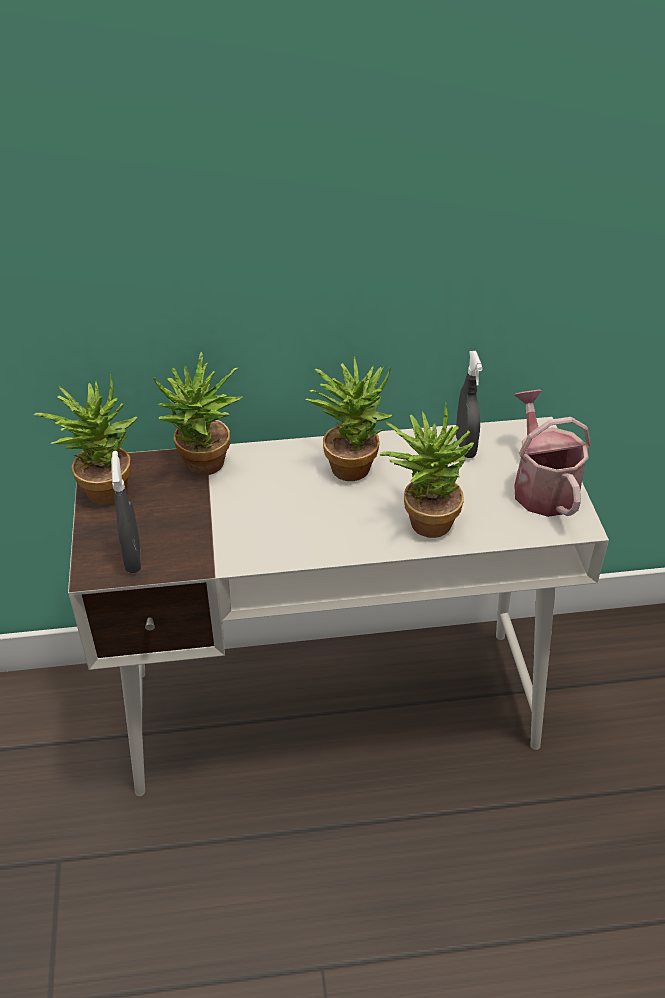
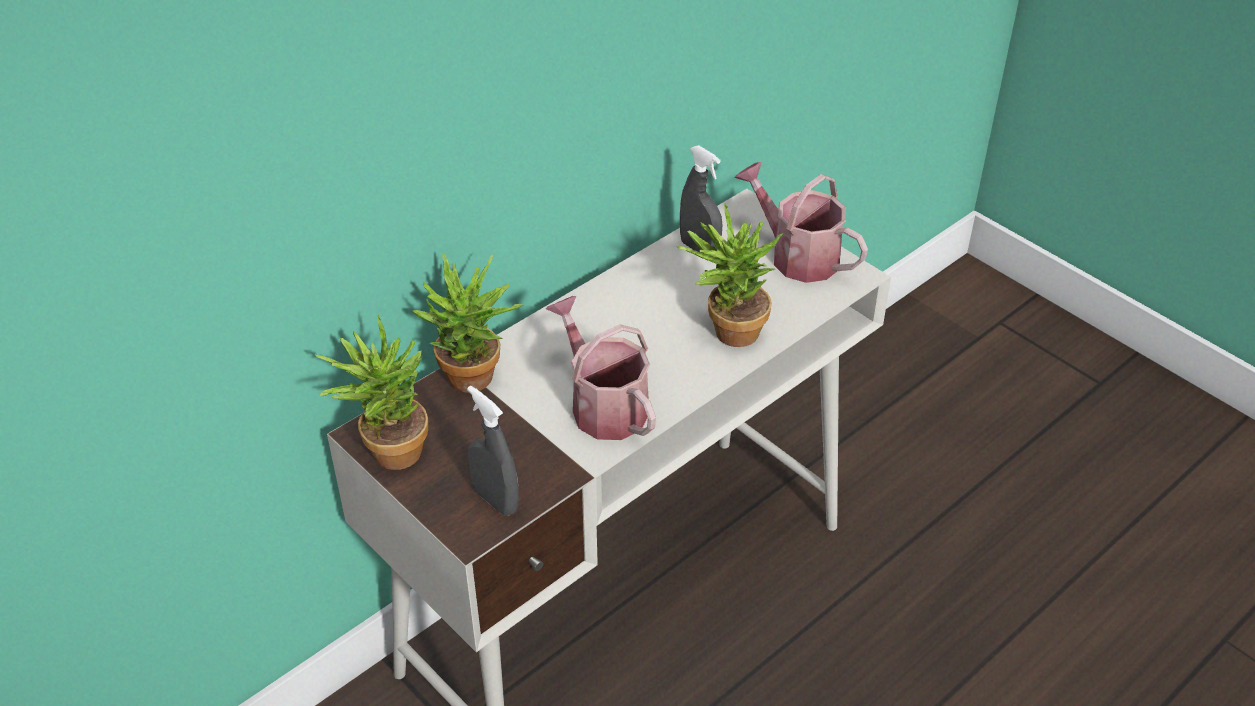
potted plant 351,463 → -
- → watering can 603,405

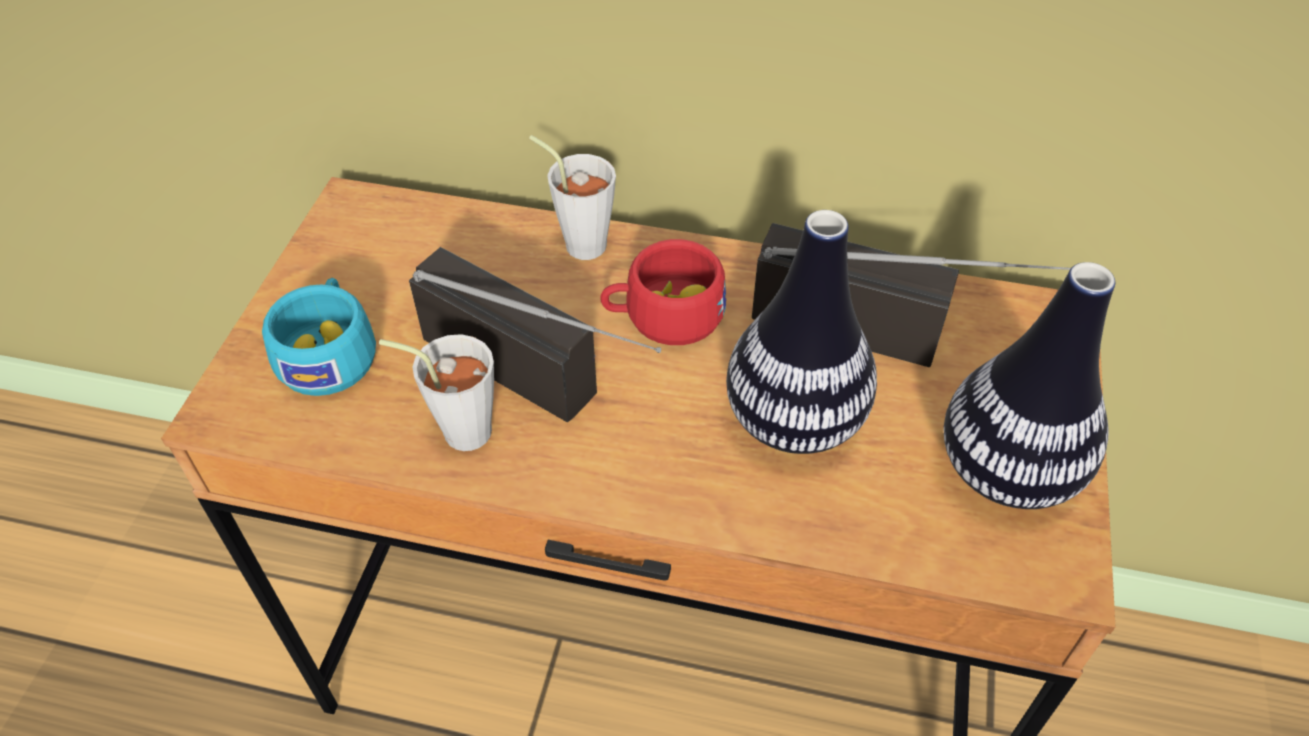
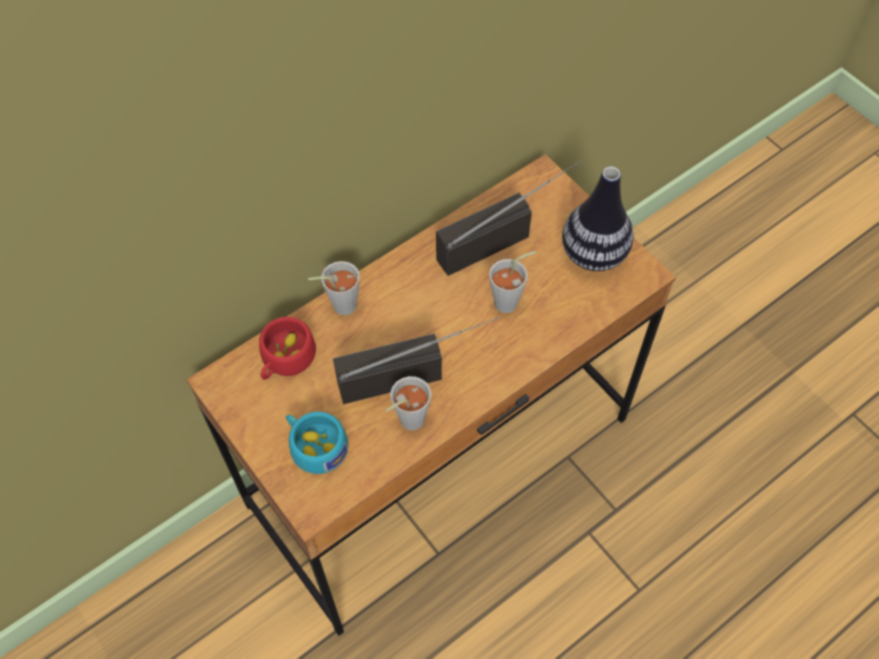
red cup 663,316 → red cup 285,360, move
vase 794,420 → grey cup 511,301

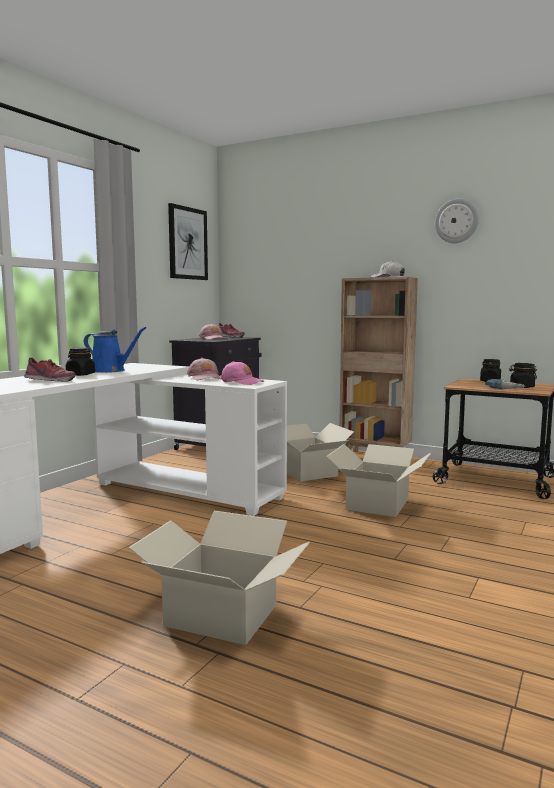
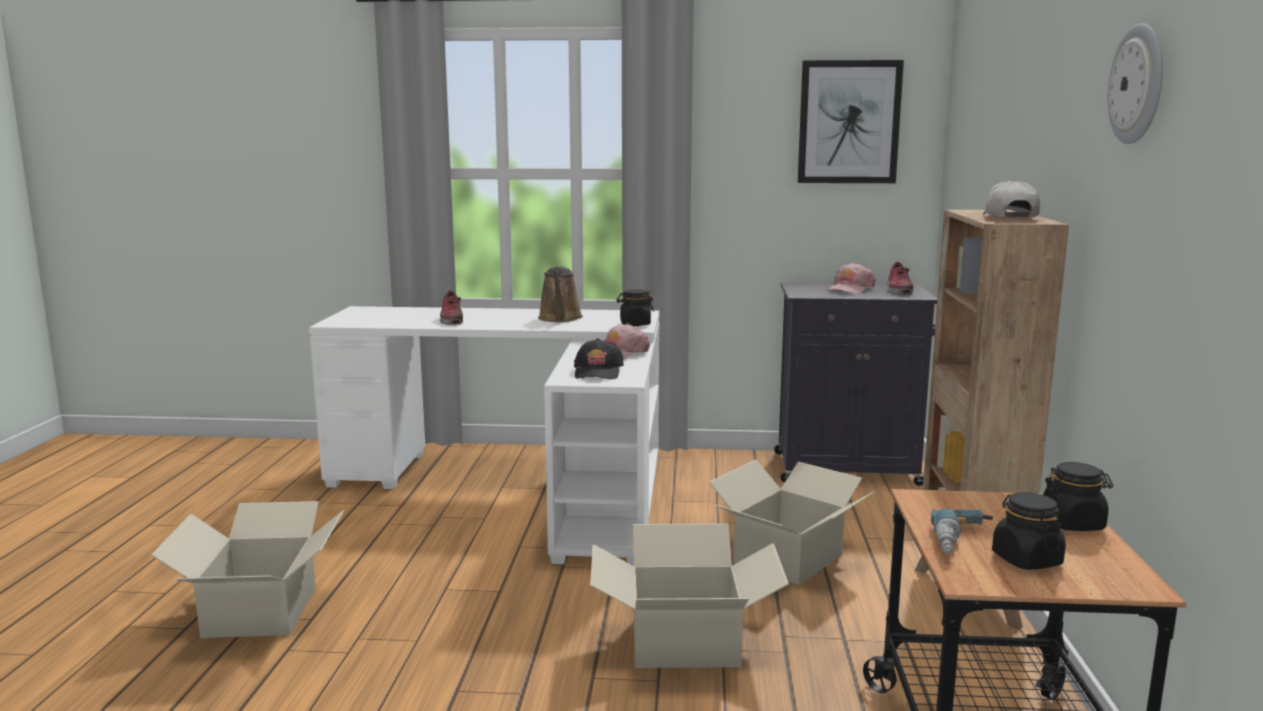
black jar 80,374 → black jar 635,324, move
blue watering can 110,370 → brown watering can 560,318
pink cap 241,382 → black cap 598,372

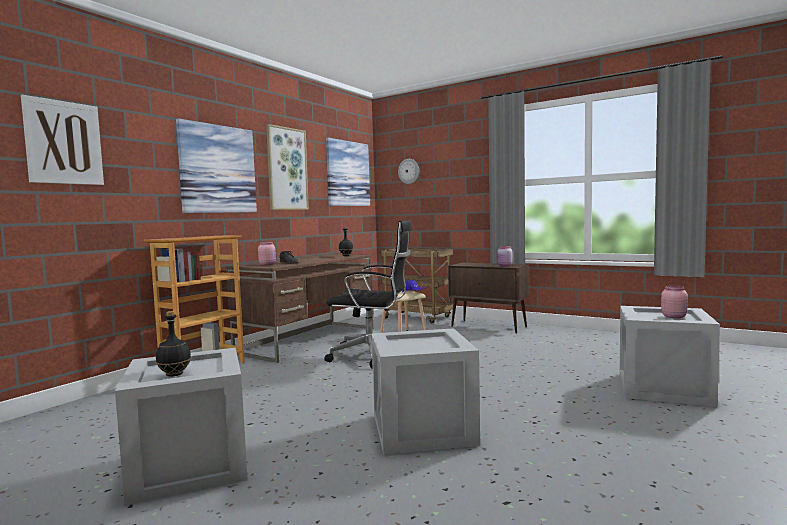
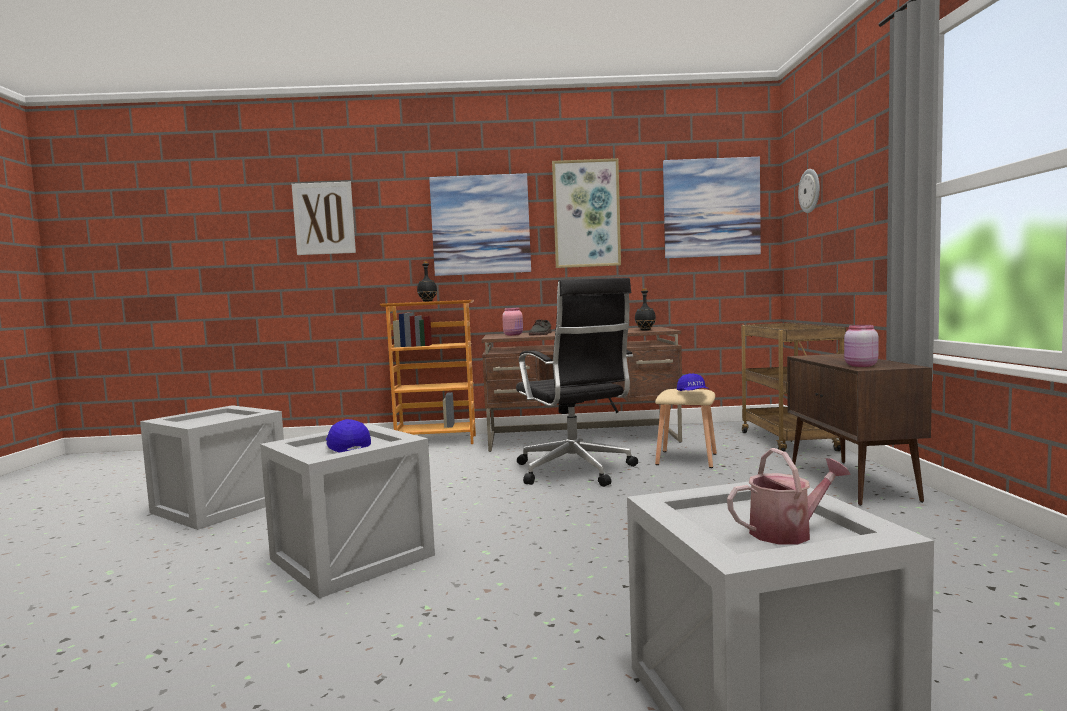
- → blue cap 347,447
black bottle 175,374 → black bottle 427,301, move
pink jar 674,316 → watering can 787,531

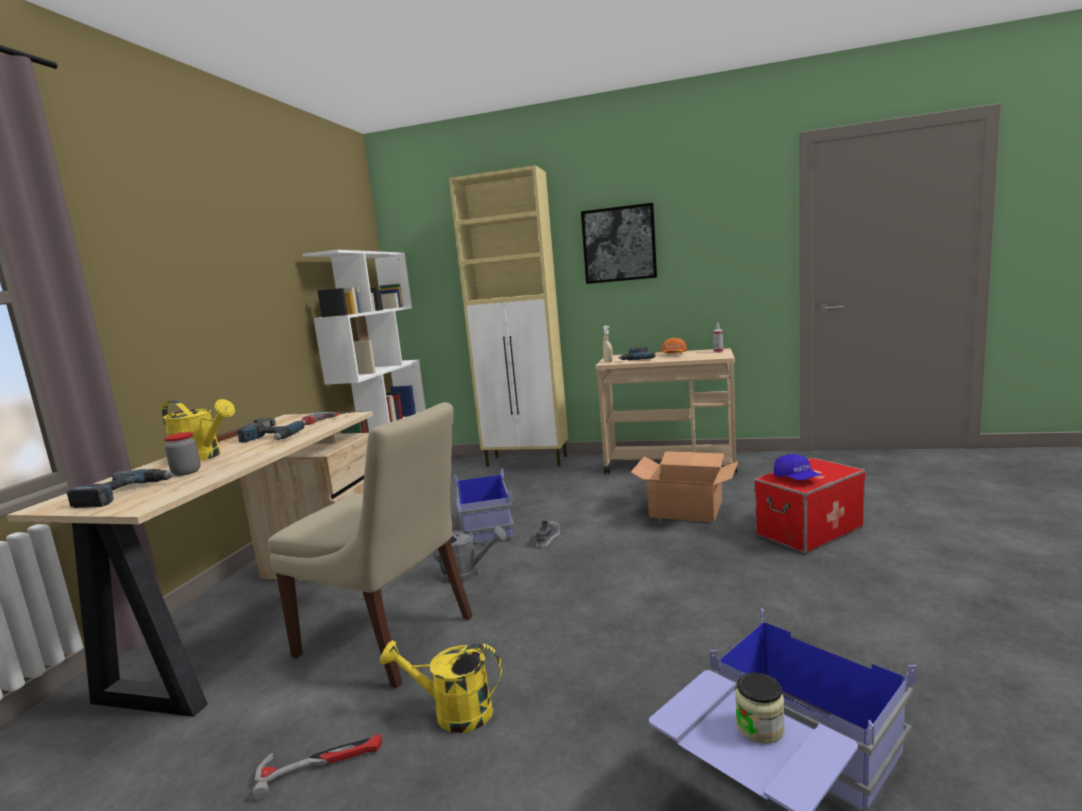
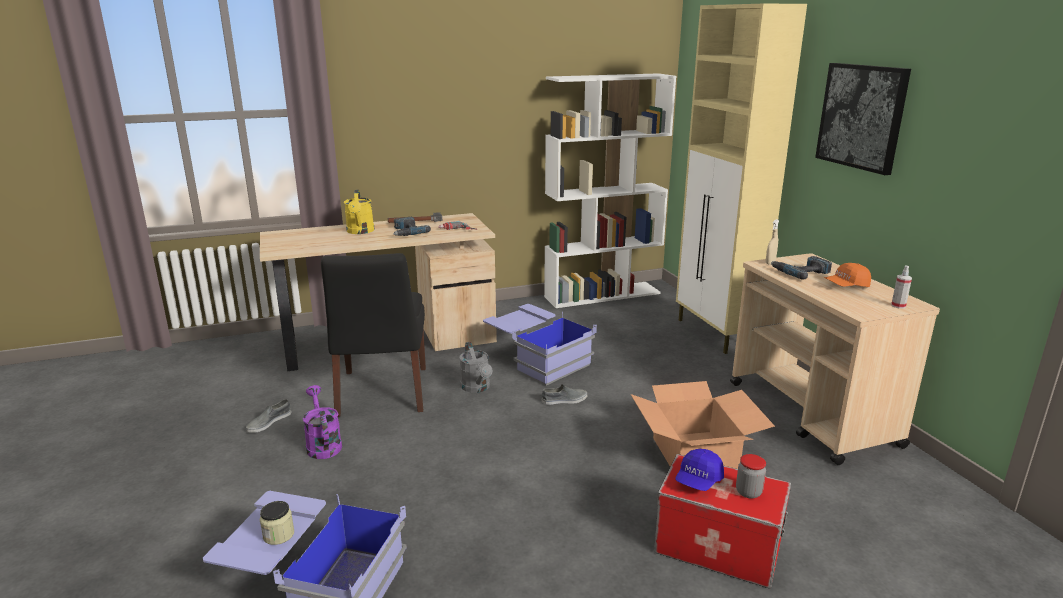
power drill 124,493 → -
jar 186,472 → jar 748,492, move
hammer 321,763 → grey shoe 269,422
beige chair 390,638 → black chair 382,393
yellow watering can 453,712 → purple watering can 322,444

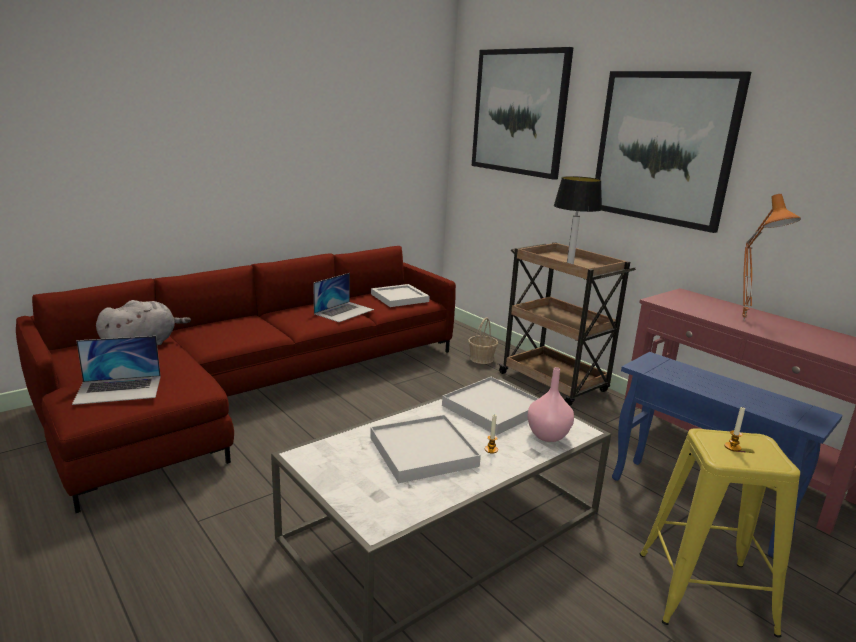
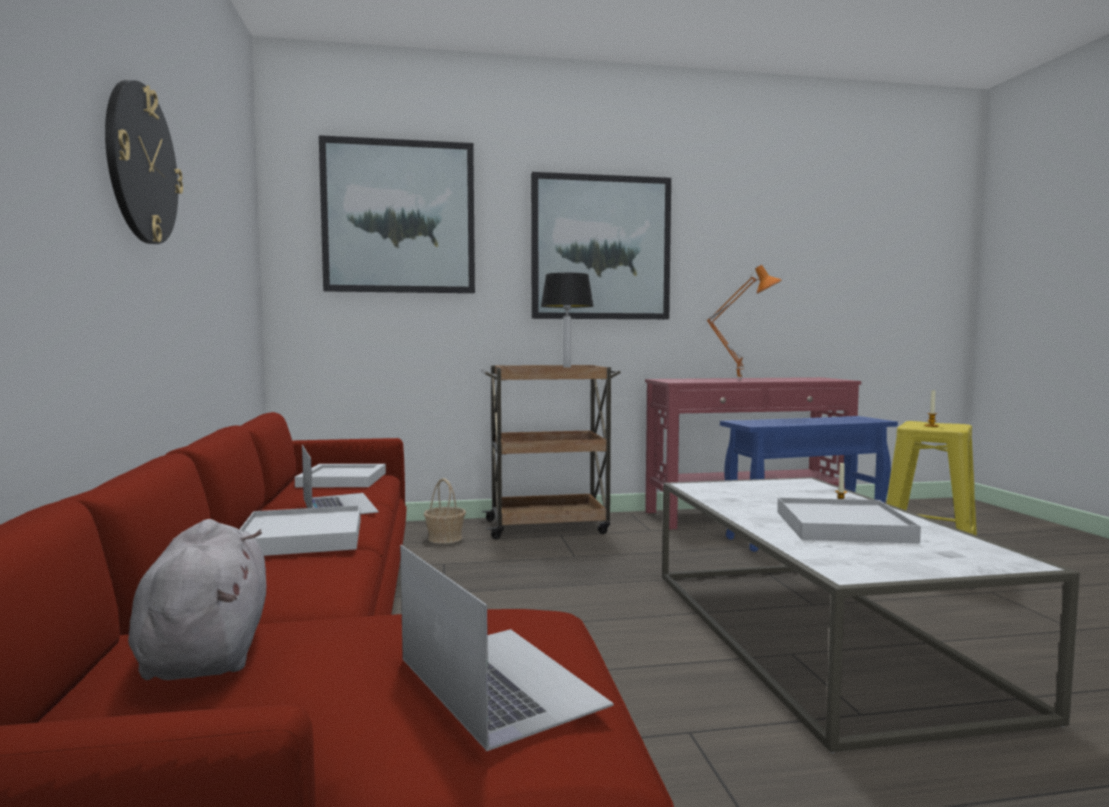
pink vase 547,435 → -
- → wall clock 141,164
white tray 492,408 → white tray 302,537, move
laptop 119,389 → laptop 499,680, 45 degrees counterclockwise

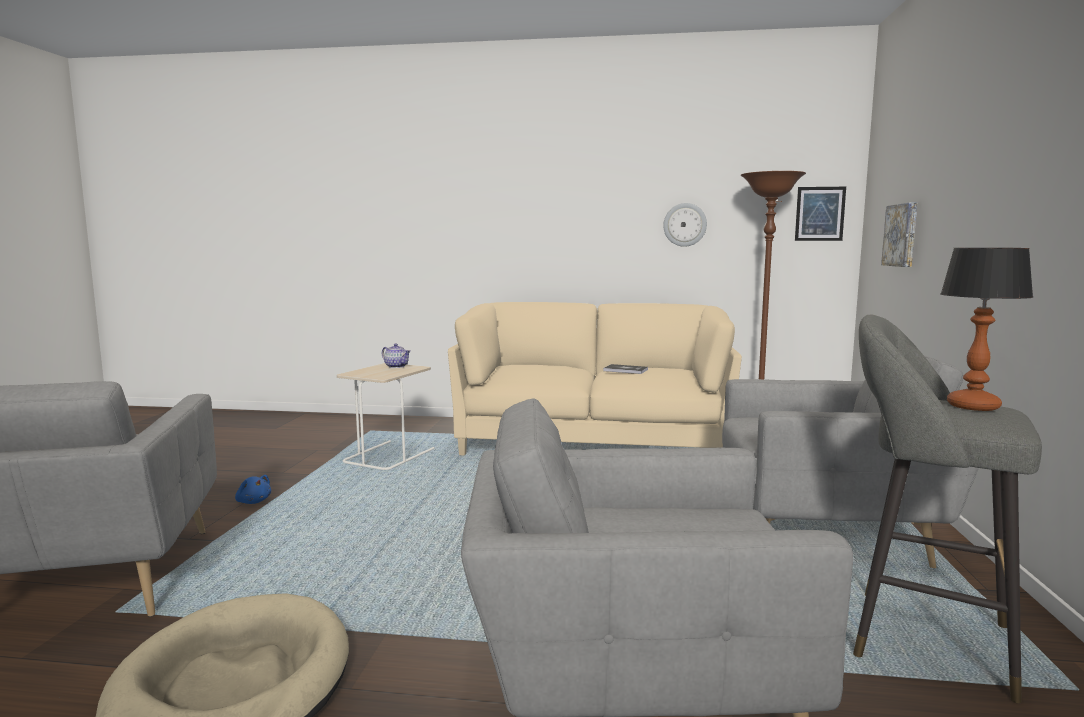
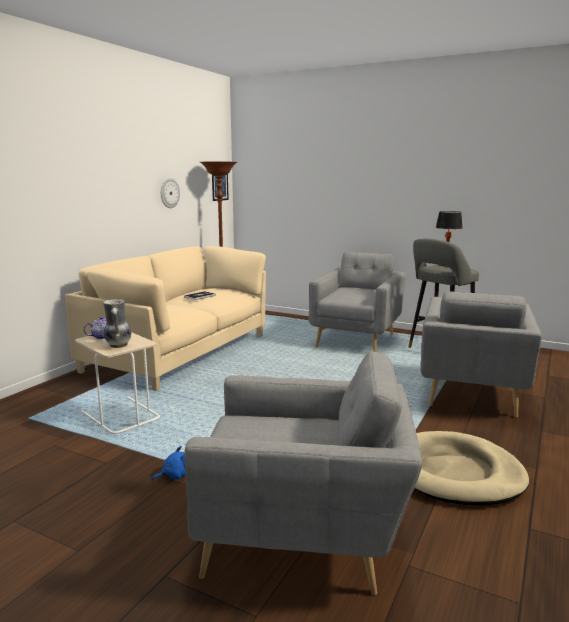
picture 902,235 → -
- → vase 118,345

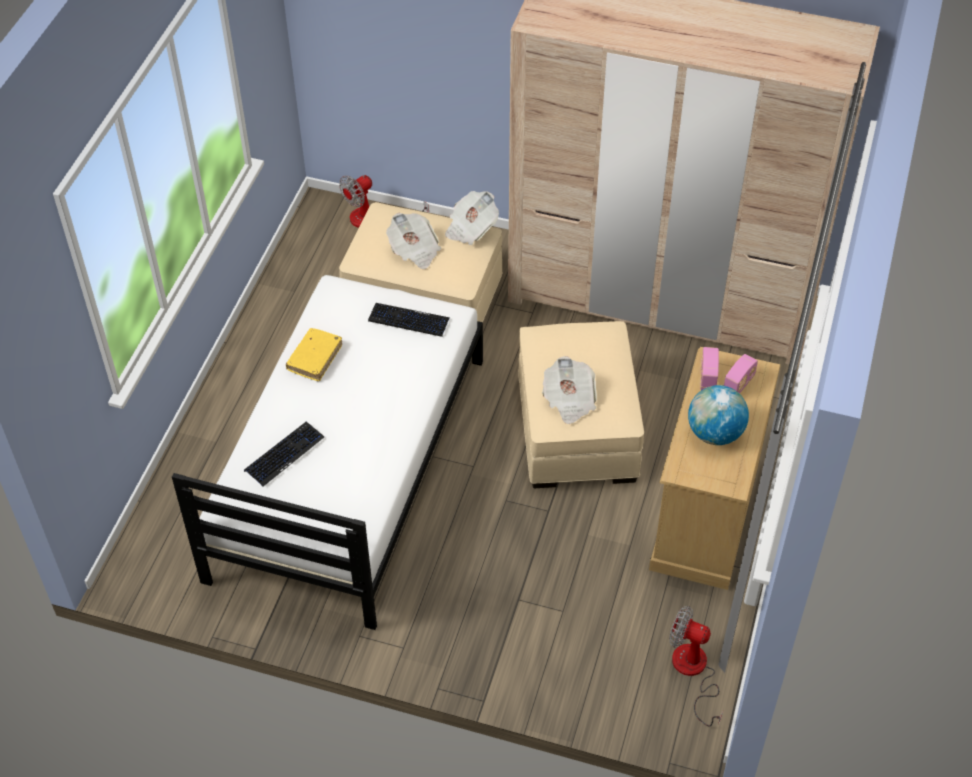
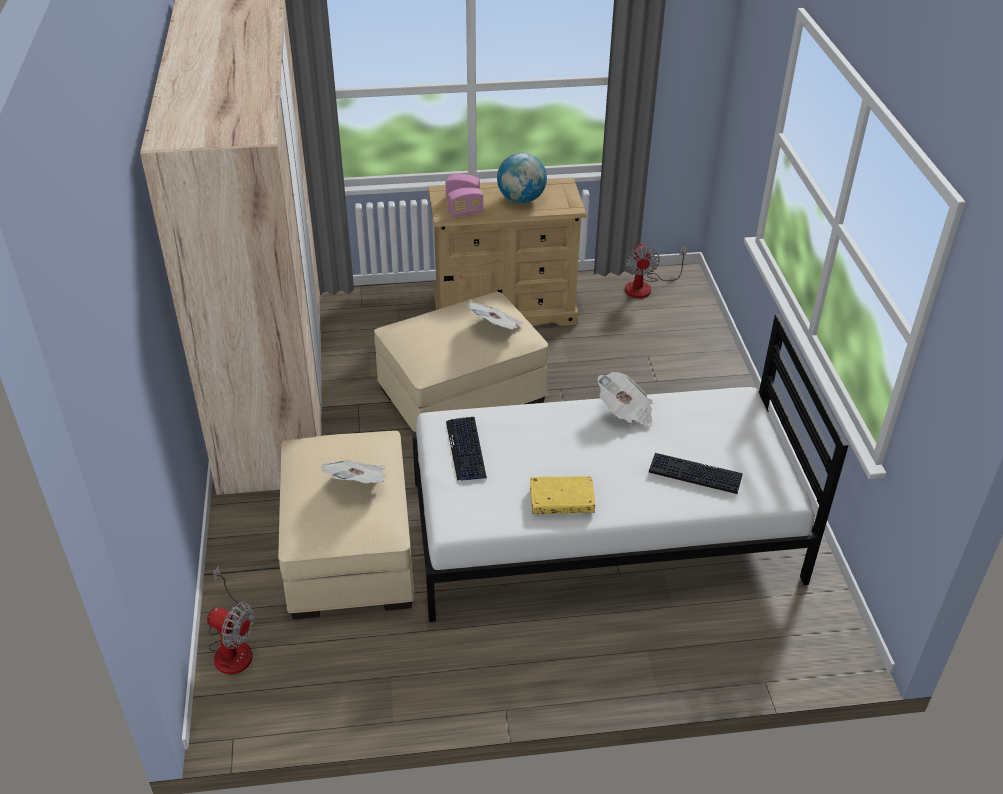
newspaper 470,228 → newspaper 625,412, move

